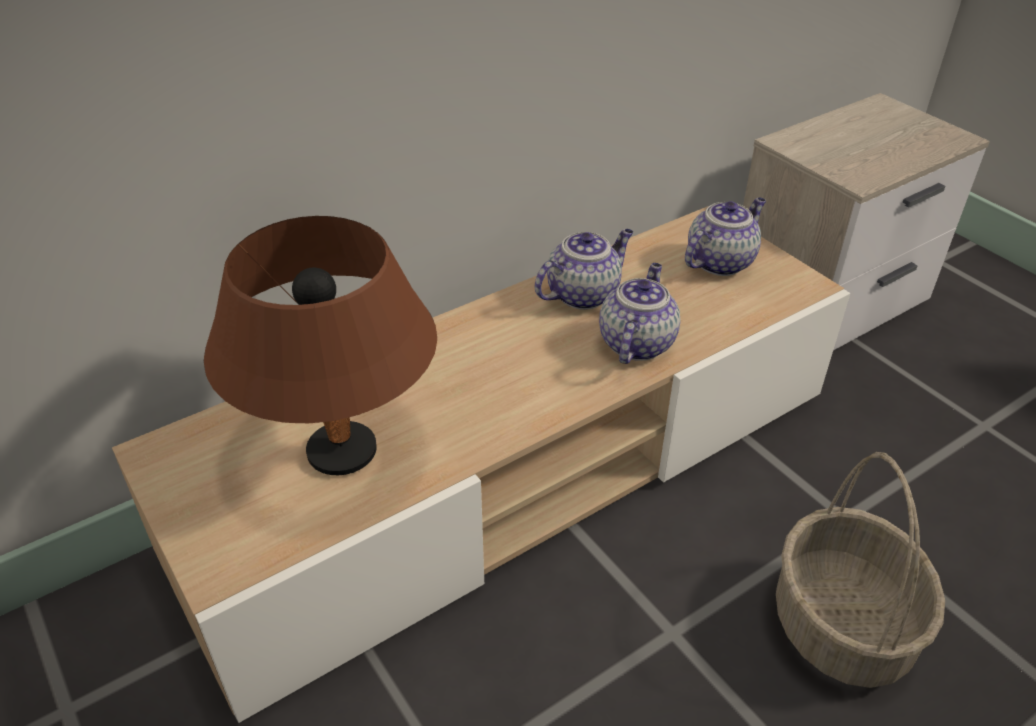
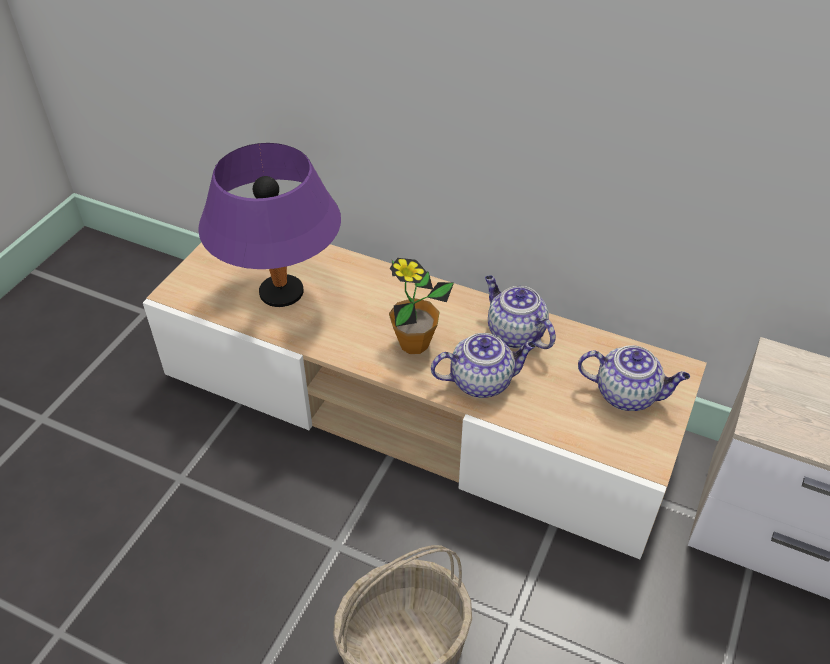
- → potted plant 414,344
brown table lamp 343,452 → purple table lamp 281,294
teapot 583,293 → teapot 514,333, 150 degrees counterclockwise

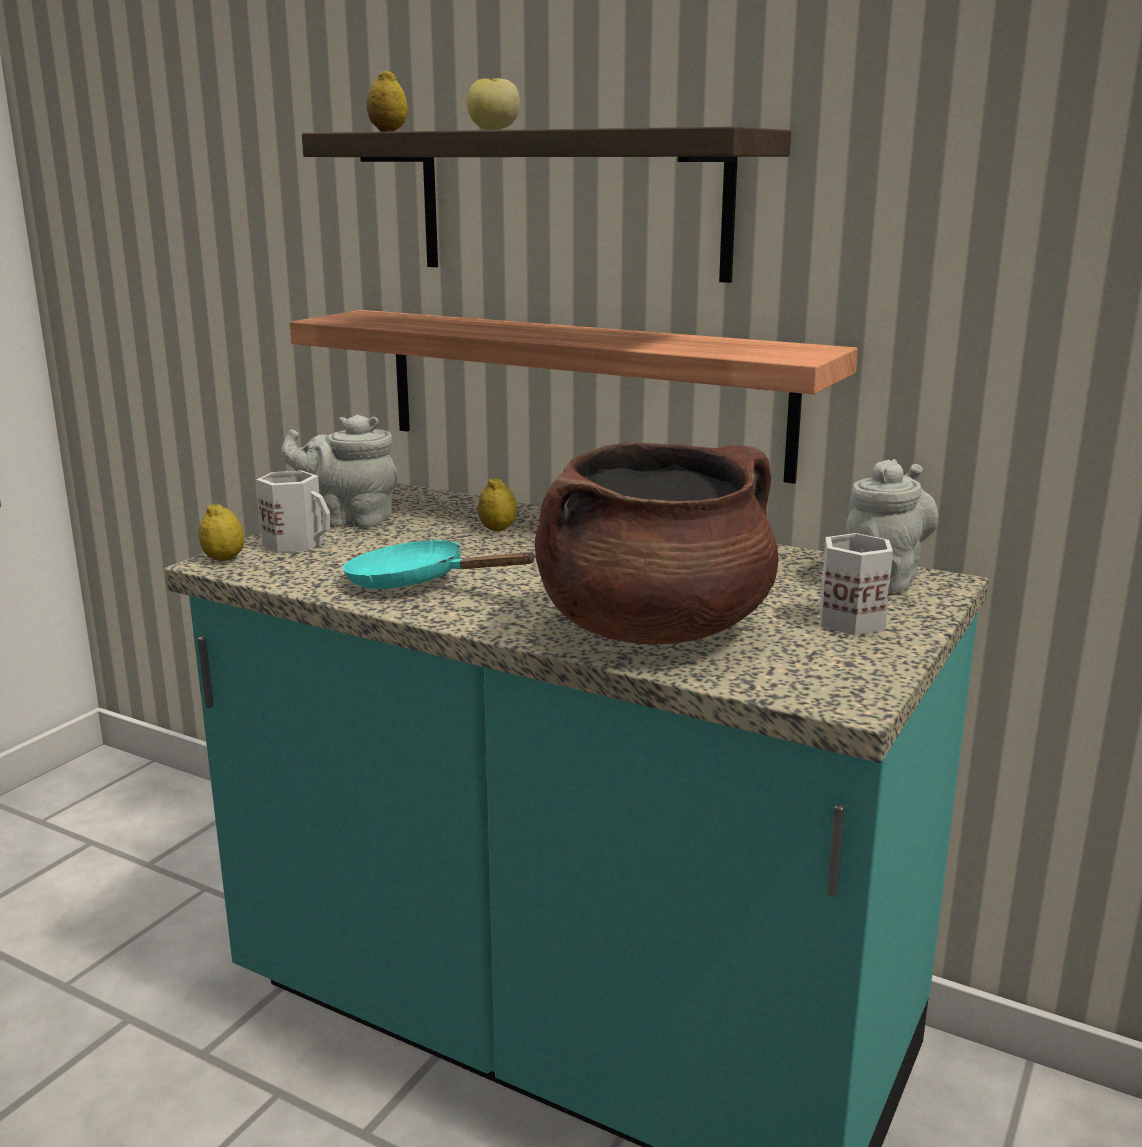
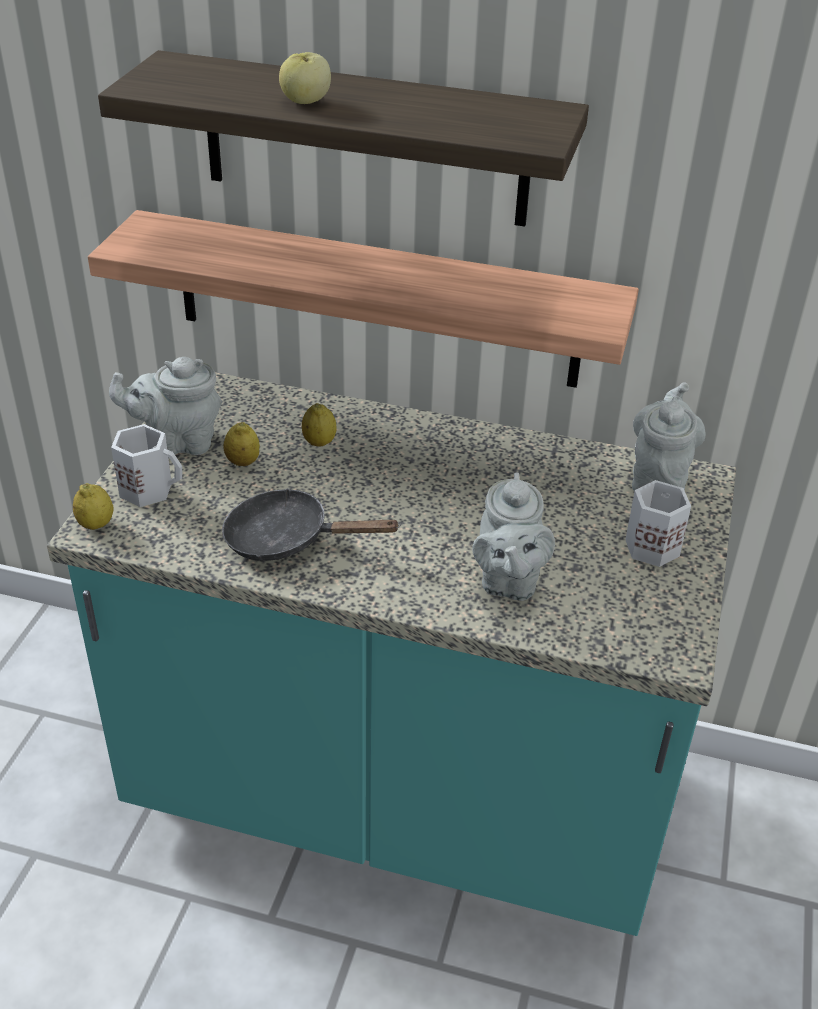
lemon 388,131 → lemon 242,462, move
brown cooking pot 654,629 → grey teapot 507,581
turquoise frying pan 417,583 → black frying pan 287,539

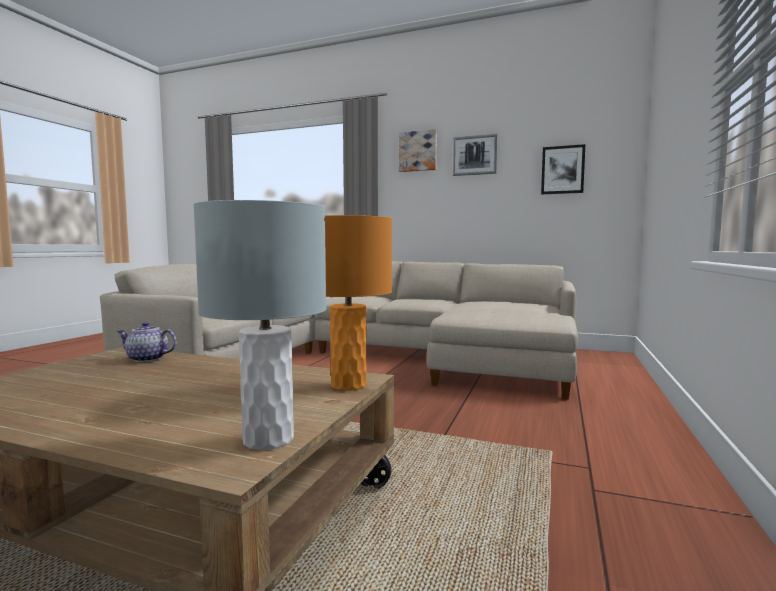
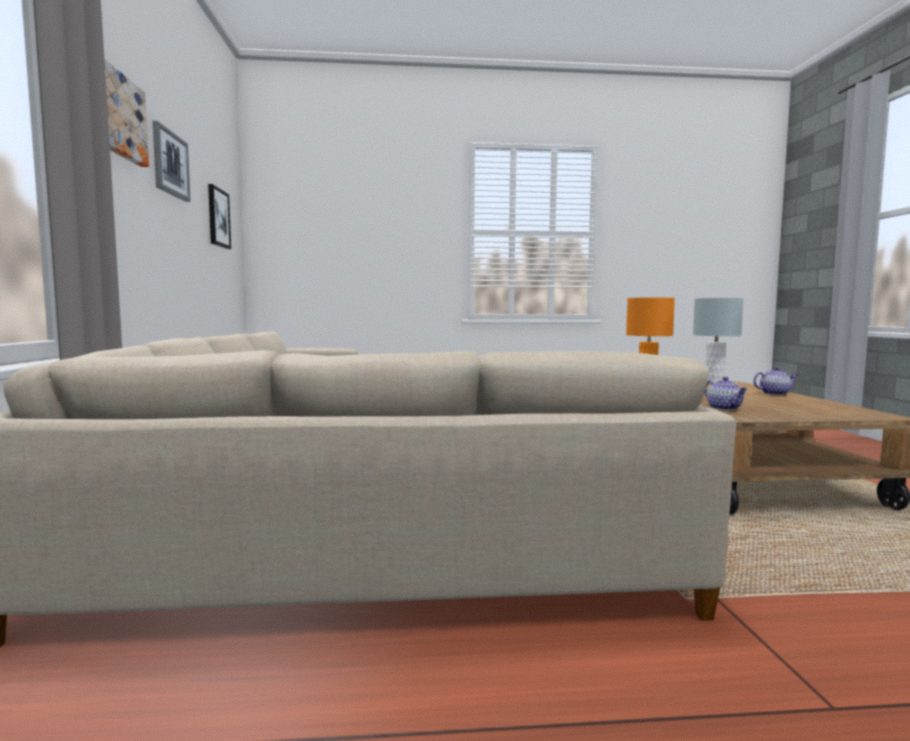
- → teapot 774,393

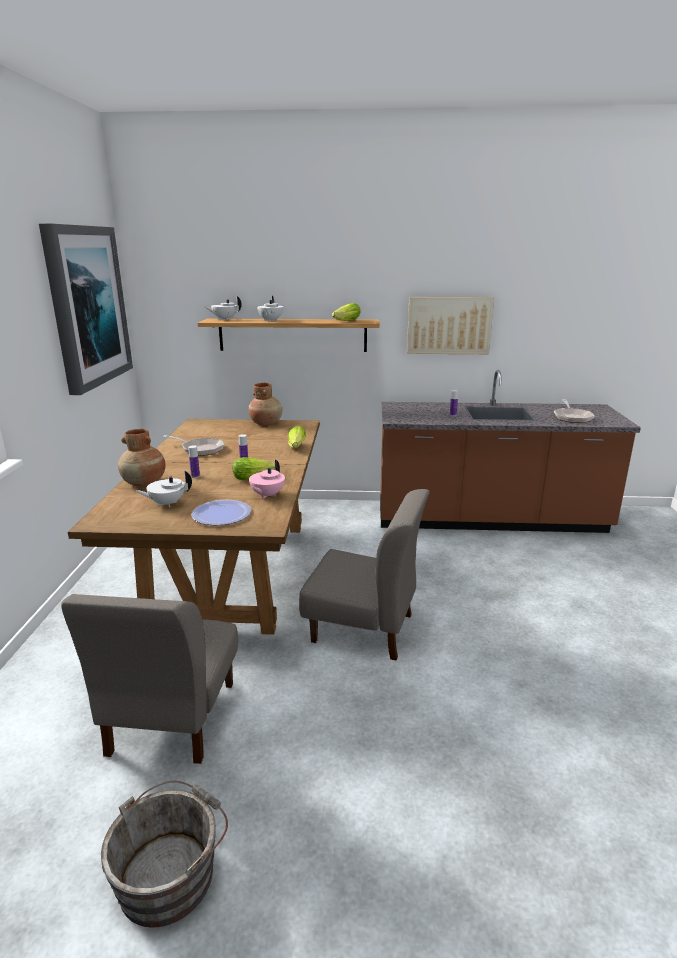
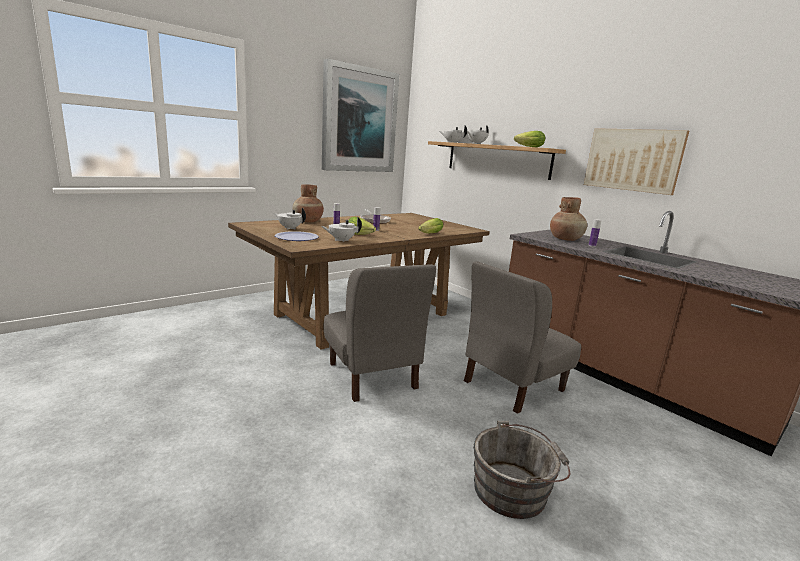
frying pan 572,417 → -
grey chair 171,718 → grey chair 512,385, move
grey bucket 171,872 → grey bucket 514,490, move
brown vase 266,423 → brown vase 566,239, move
pink teapot 267,495 → white teapot 341,240

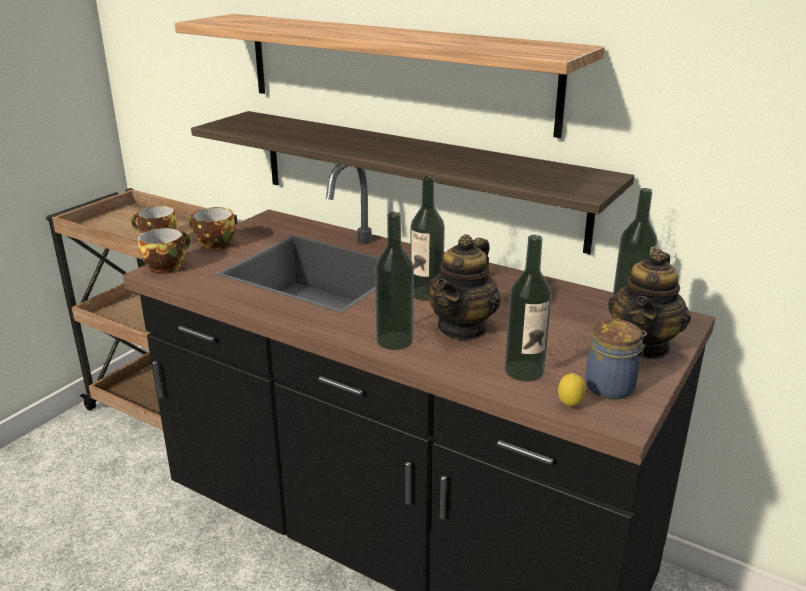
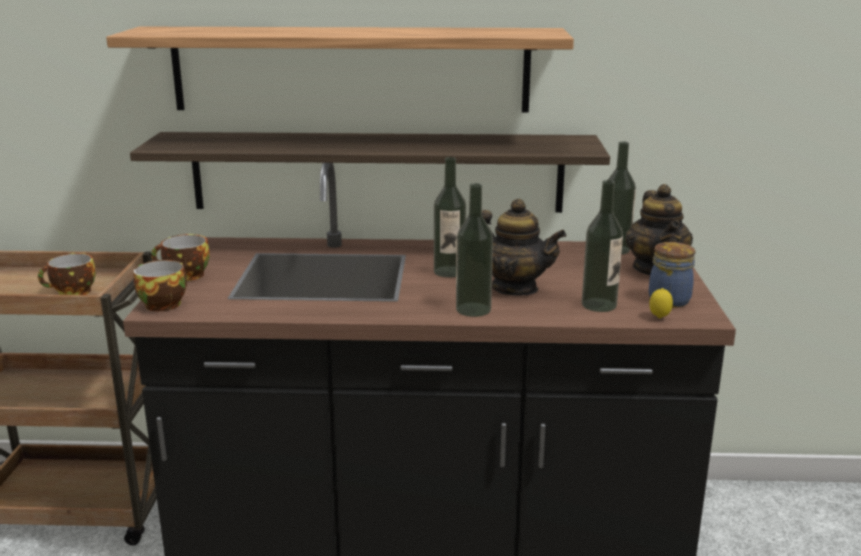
teapot 463,328 → teapot 514,288, 60 degrees counterclockwise

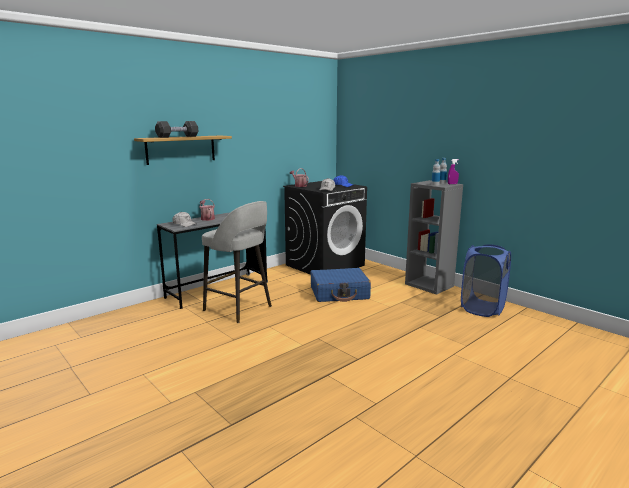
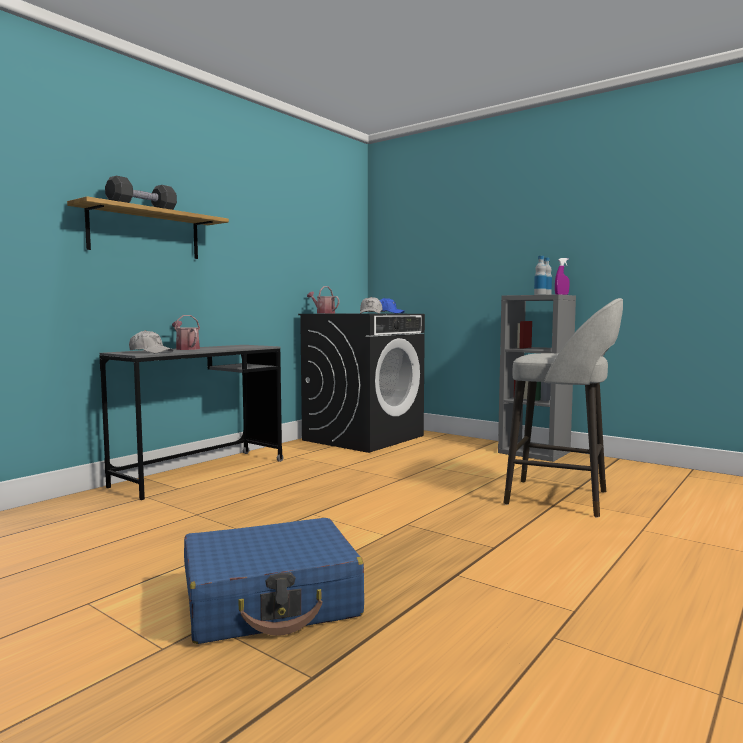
blue laundry basket 482,308 → -
grey stool 239,309 → grey stool 560,498, move
blue suitcase 339,293 → blue suitcase 271,601, move

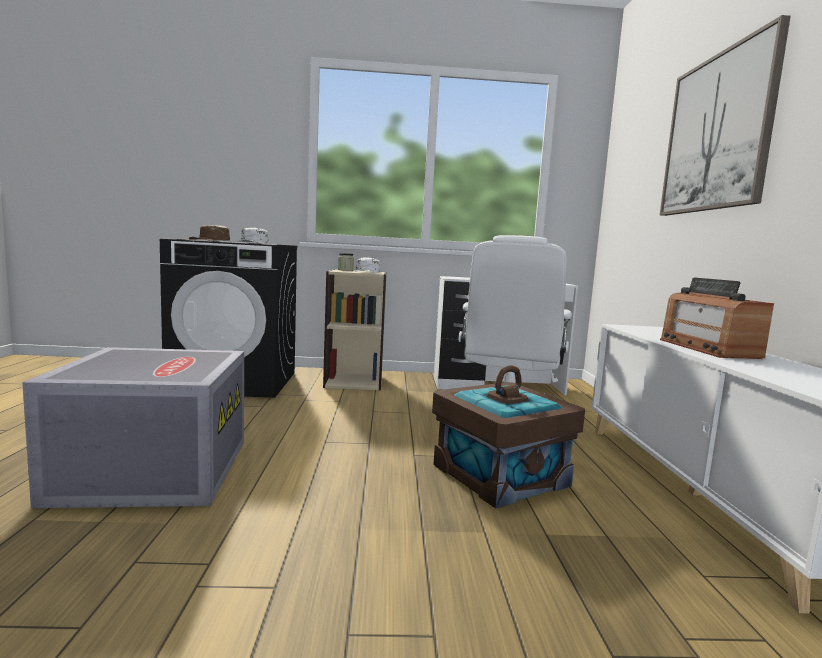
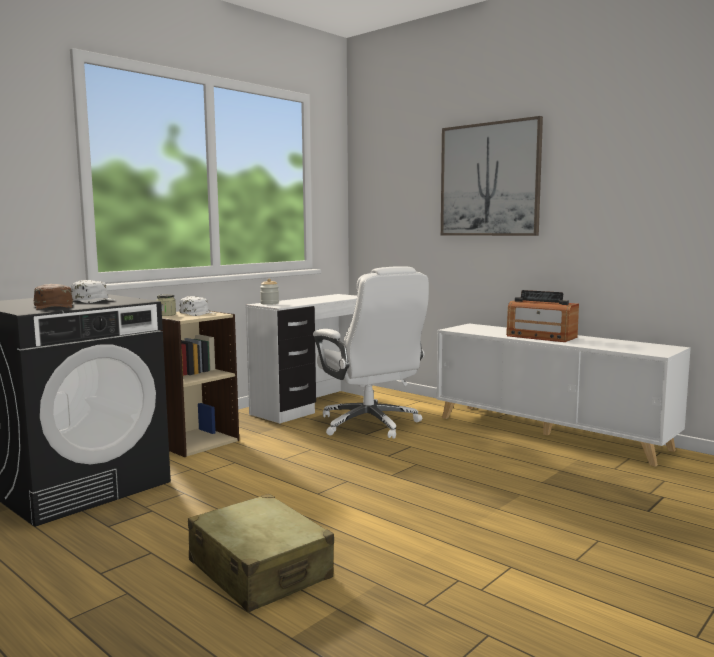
brown storage box 500,475 → -
- → jar 269,303
grey storage box 153,469 → beige suitcase 260,570

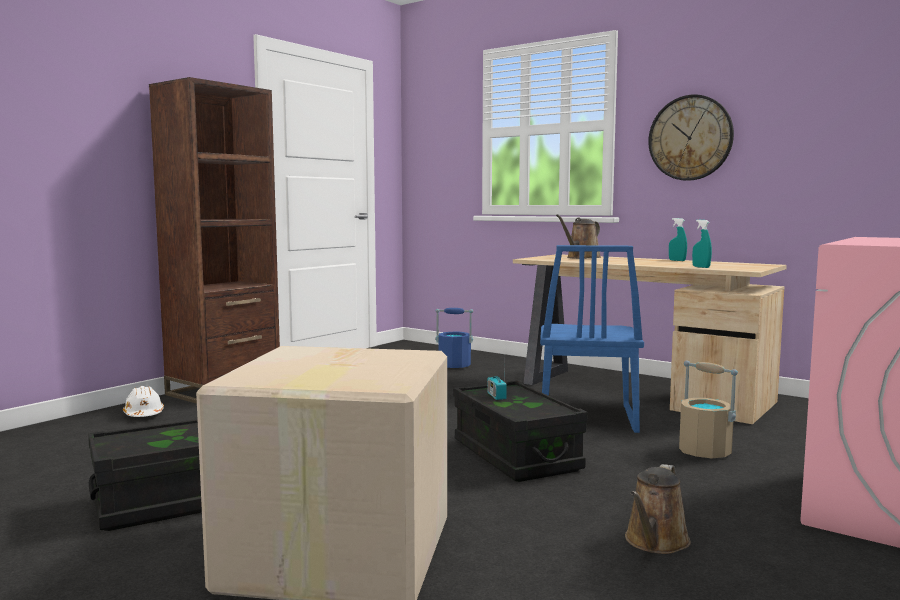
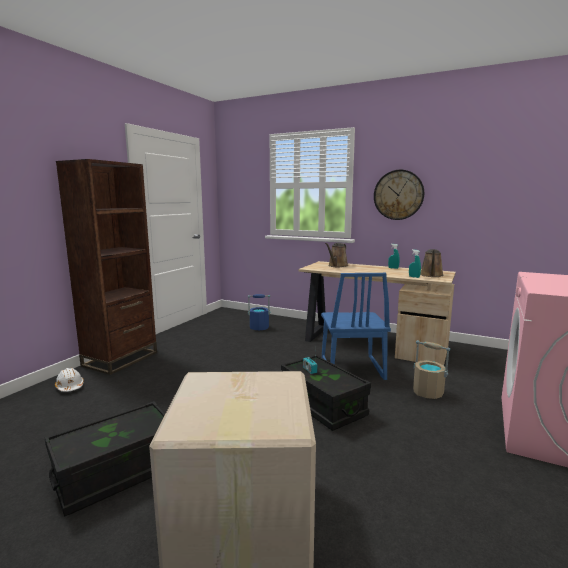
brown watering can 655,542 → brown watering can 431,275, move

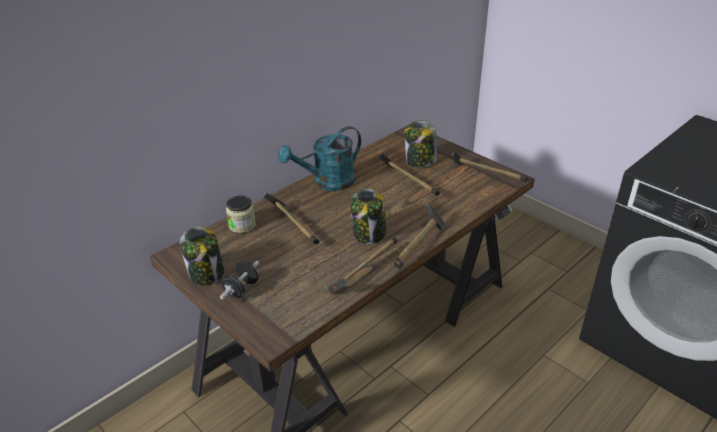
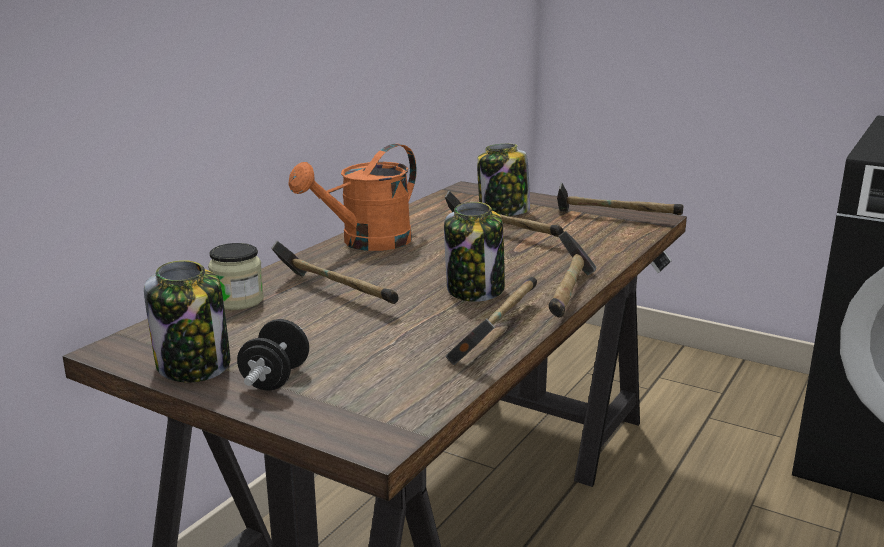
turquoise watering can 327,183 → orange watering can 367,243

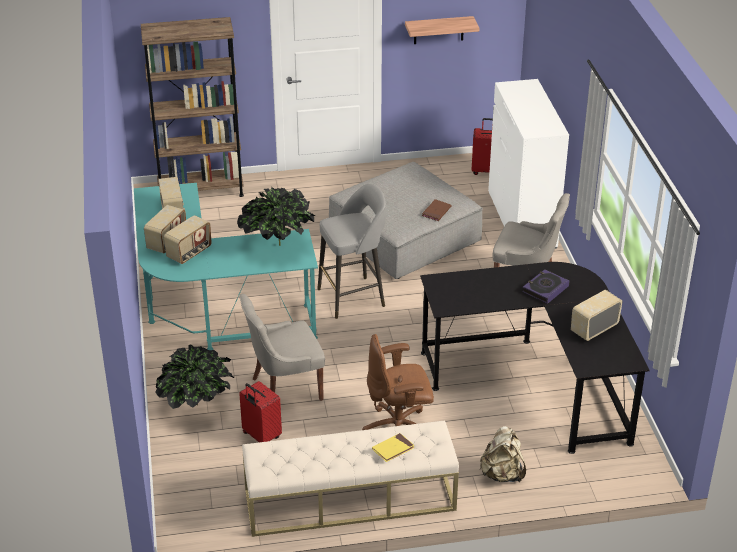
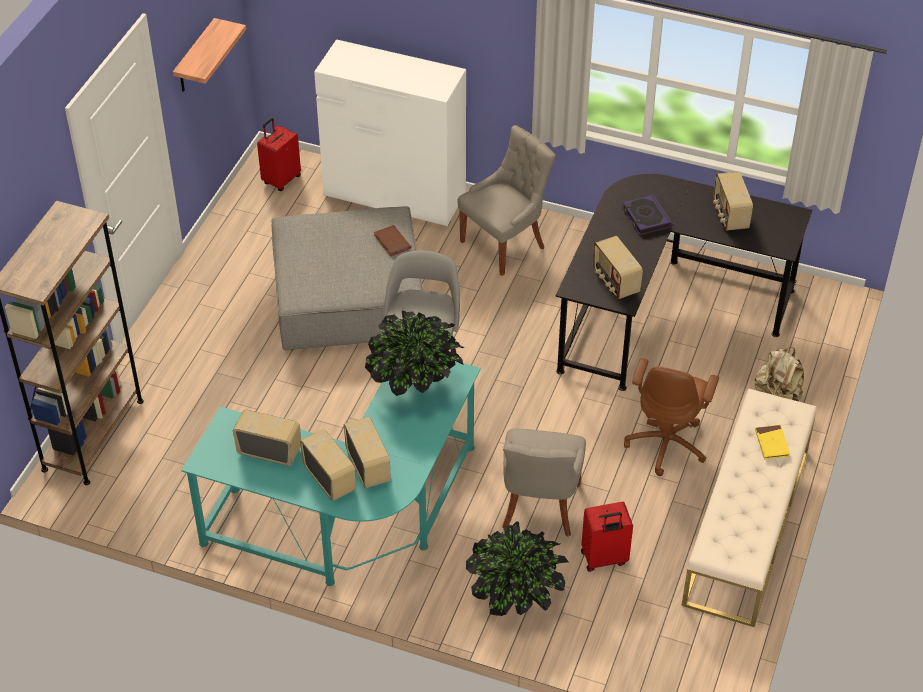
- → radio 615,282

